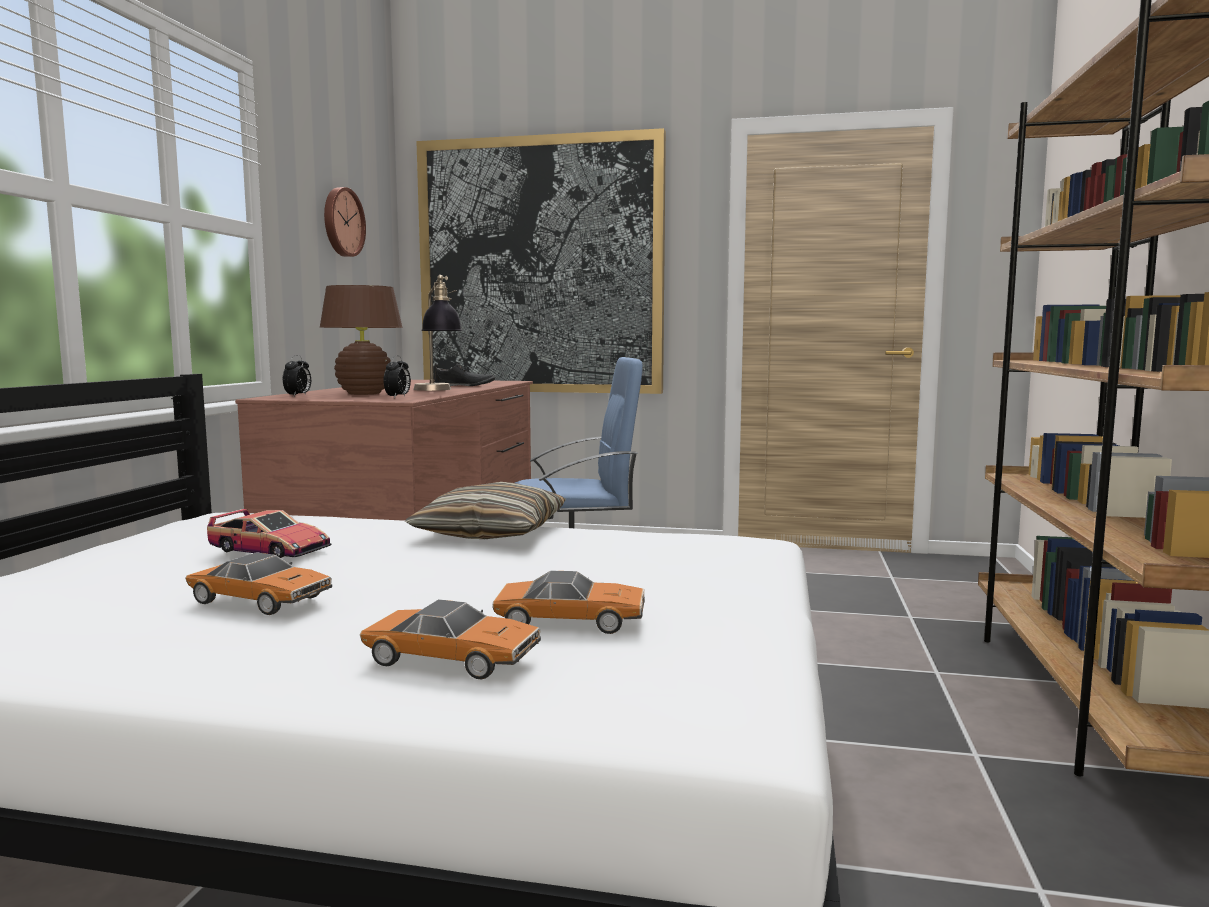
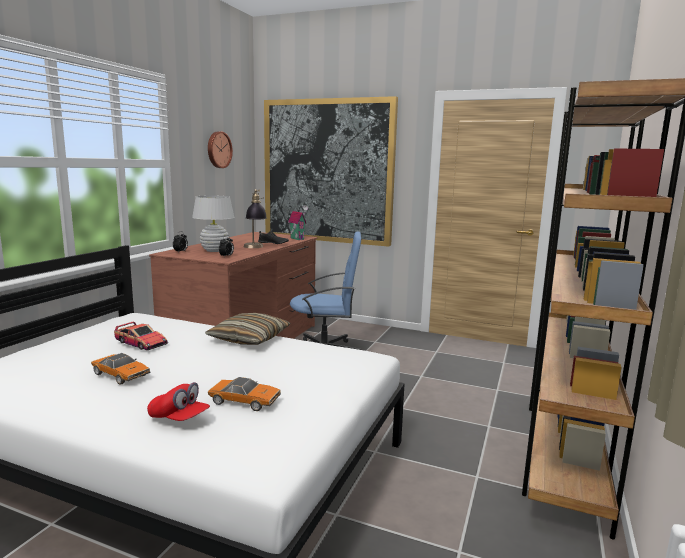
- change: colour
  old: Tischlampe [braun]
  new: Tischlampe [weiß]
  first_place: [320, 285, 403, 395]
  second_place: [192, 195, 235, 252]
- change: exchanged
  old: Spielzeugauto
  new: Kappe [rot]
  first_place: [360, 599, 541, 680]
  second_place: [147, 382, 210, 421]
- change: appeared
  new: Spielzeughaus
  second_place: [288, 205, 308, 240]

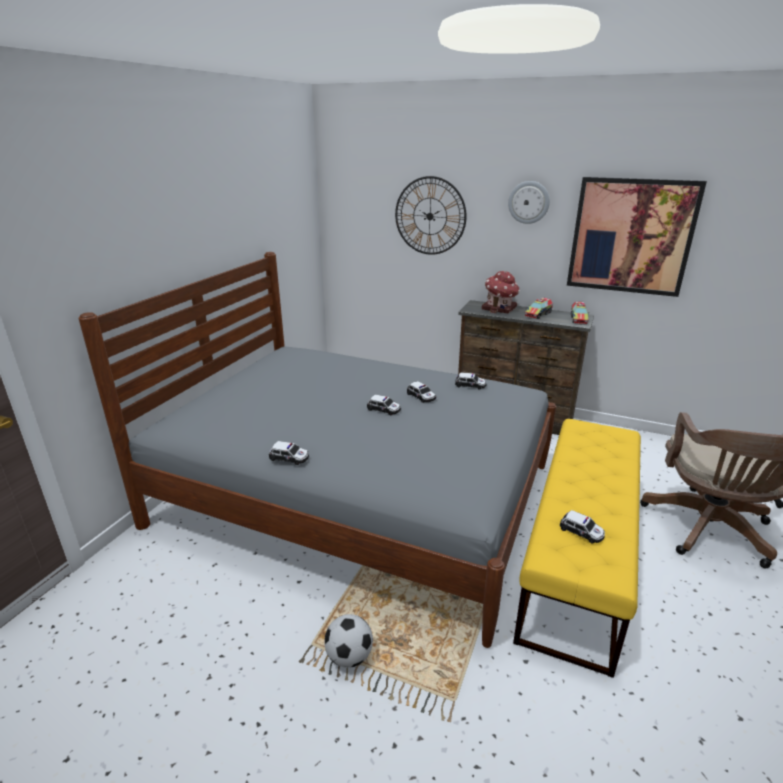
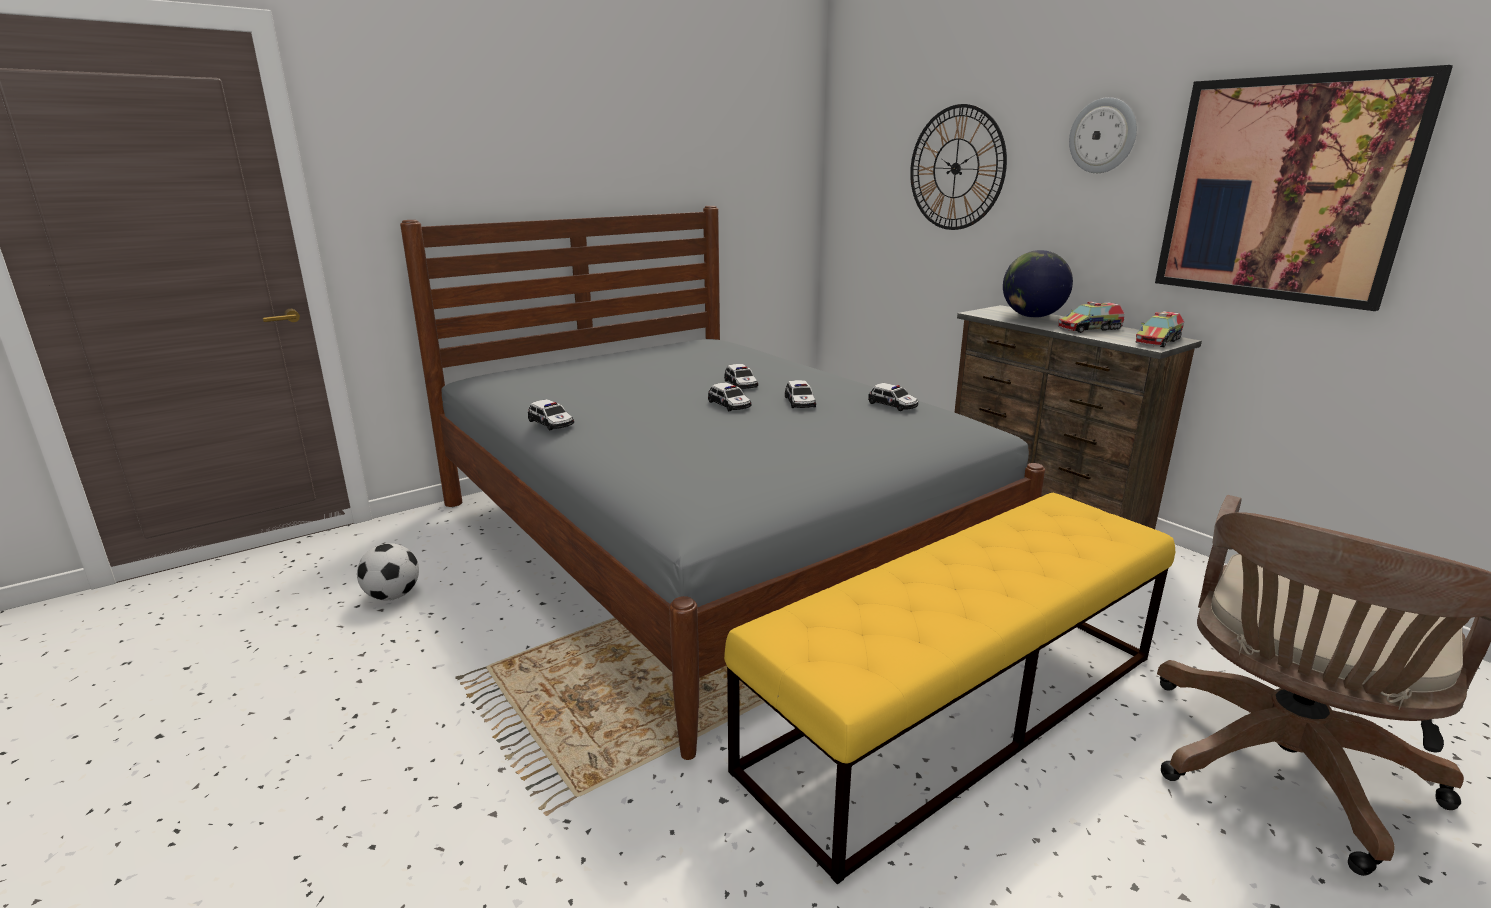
- change: relocated
  old: Fußball
  first_place: [324, 614, 373, 668]
  second_place: [357, 543, 419, 600]
- change: exchanged
  old: Spielzeughaus
  new: Globus
  first_place: [482, 271, 520, 314]
  second_place: [1003, 250, 1073, 318]
- change: relocated
  old: Spielzeugauto
  first_place: [560, 510, 605, 543]
  second_place: [724, 364, 758, 389]

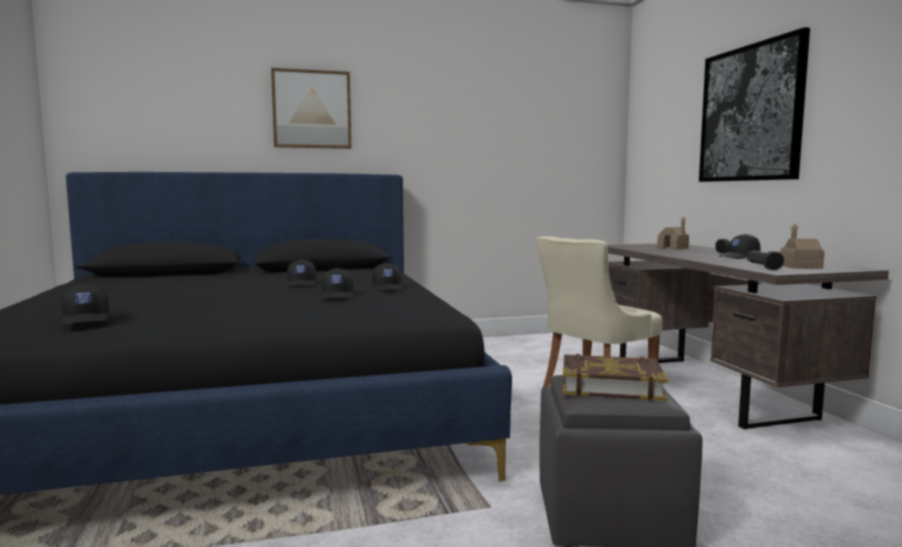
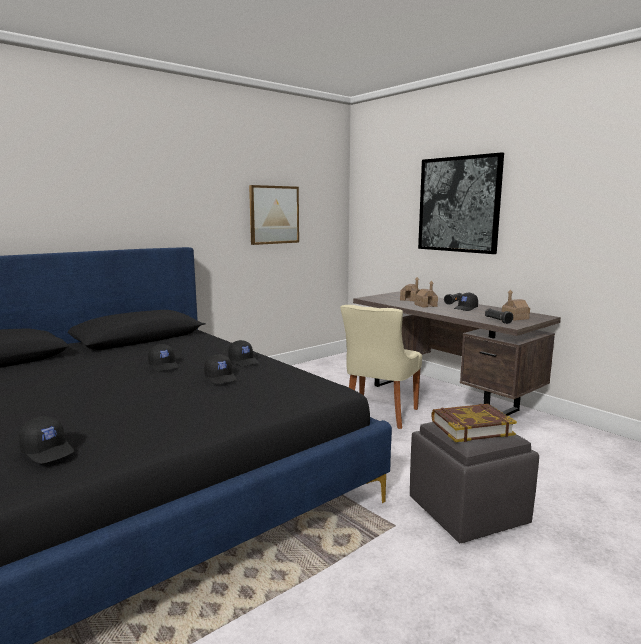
- change: relocated
  old: Bild
  first_place: [271, 68, 351, 149]
  second_place: [249, 185, 299, 245]
- change: appeared
  new: Spielzeughaus
  second_place: [415, 281, 438, 308]

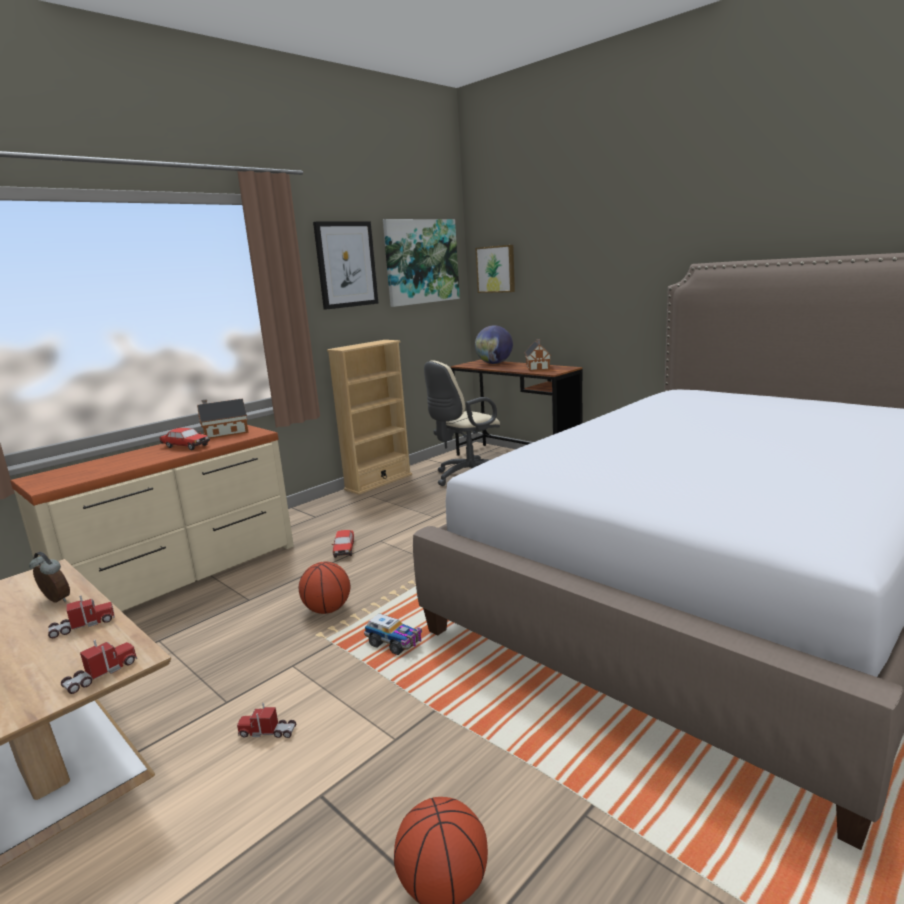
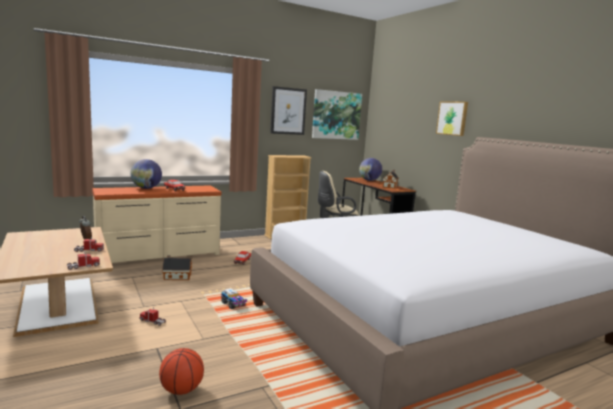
- change: relocated
  old: Spielzeughaus
  first_place: [197, 399, 248, 439]
  second_place: [162, 255, 192, 280]
- change: missing
  old: Basketball
  first_place: [299, 561, 350, 614]
- change: relocated
  old: Bild
  first_place: [476, 245, 515, 293]
  second_place: [436, 102, 468, 136]
- change: appeared
  new: Globus
  second_place: [131, 159, 162, 189]

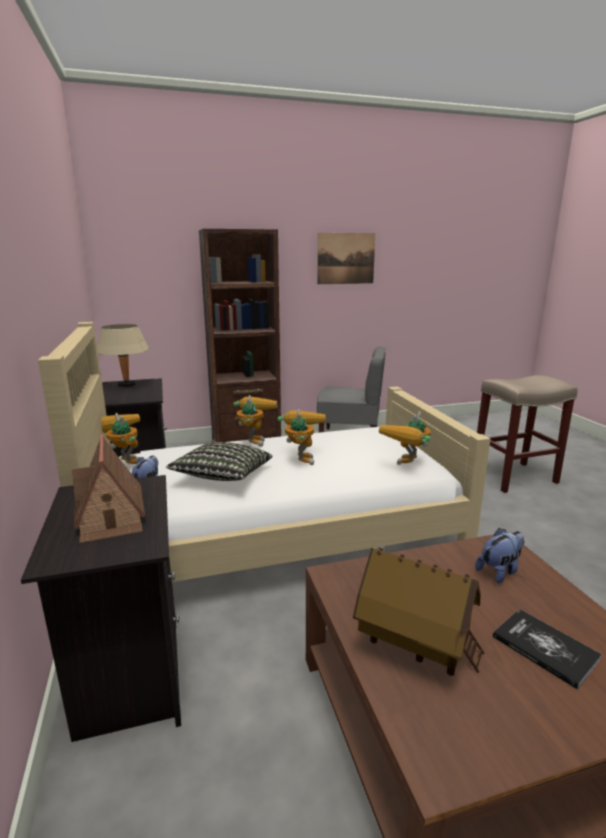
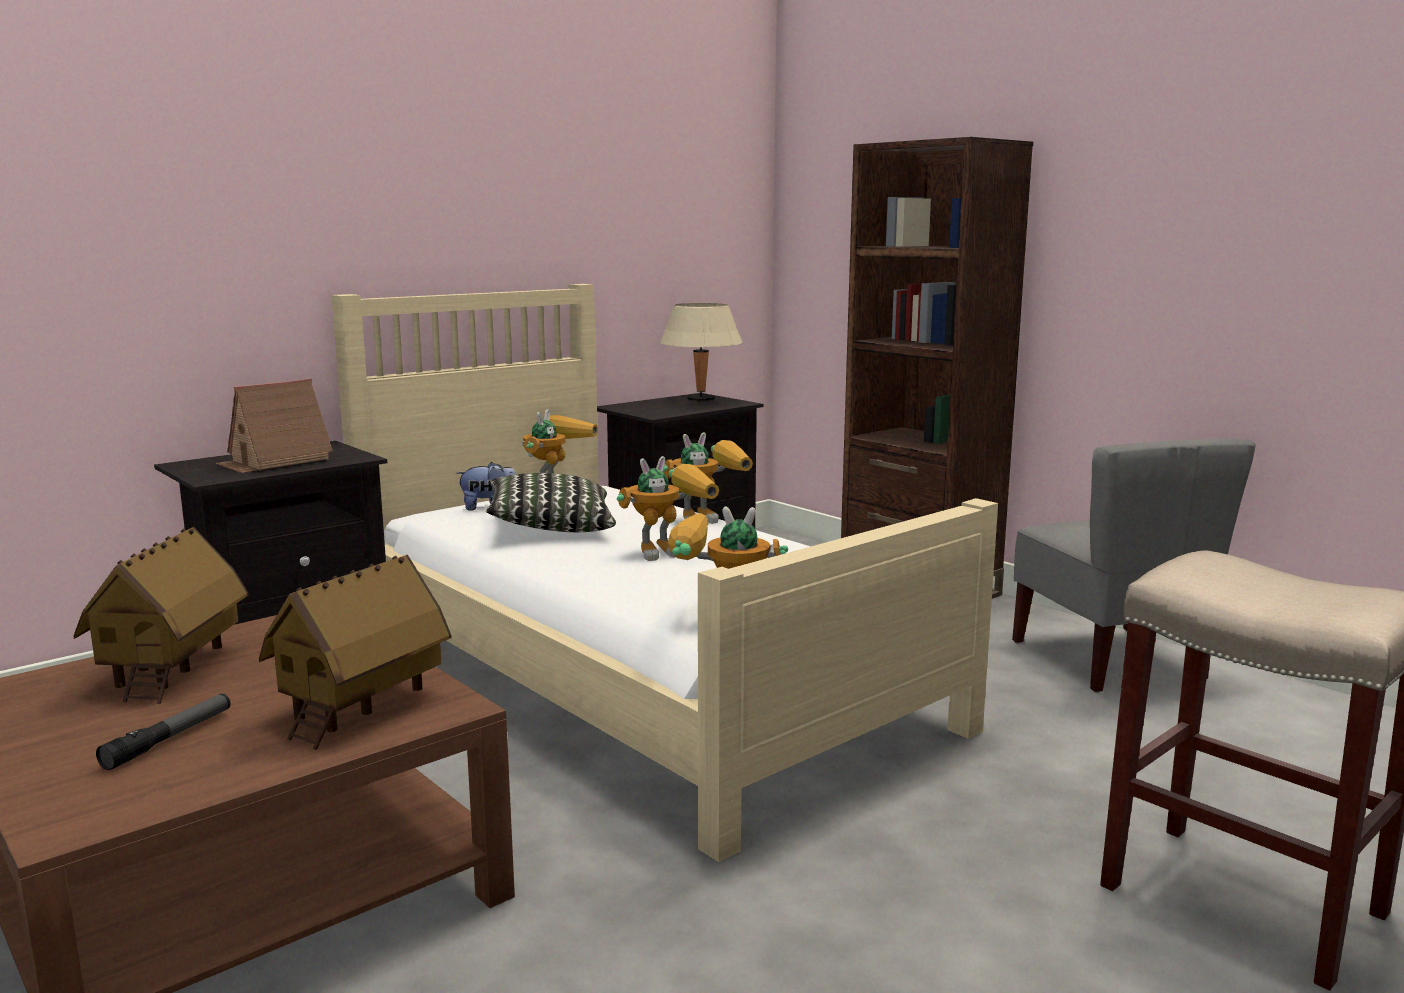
- change: missing
  old: Bild
  first_place: [317, 233, 375, 284]
- change: exchanged
  old: Plüschtier
  new: Spielzeughaus
  first_place: [475, 528, 524, 584]
  second_place: [259, 555, 451, 750]
- change: exchanged
  old: Buch
  new: Taschenlampe
  first_place: [493, 609, 602, 689]
  second_place: [96, 694, 230, 770]

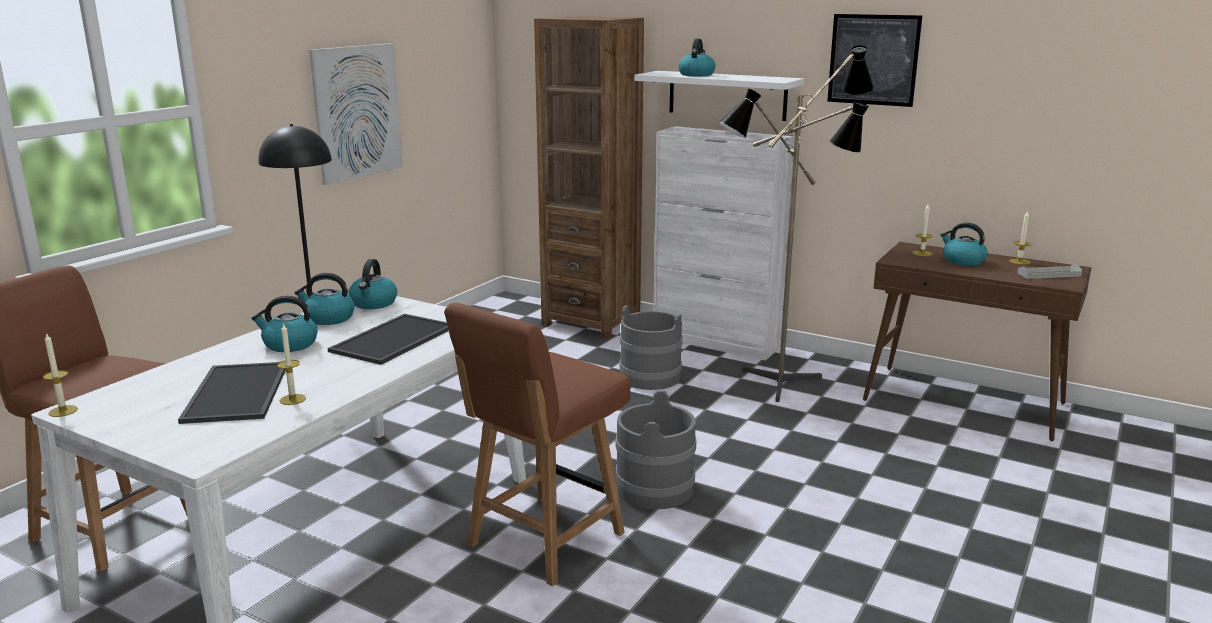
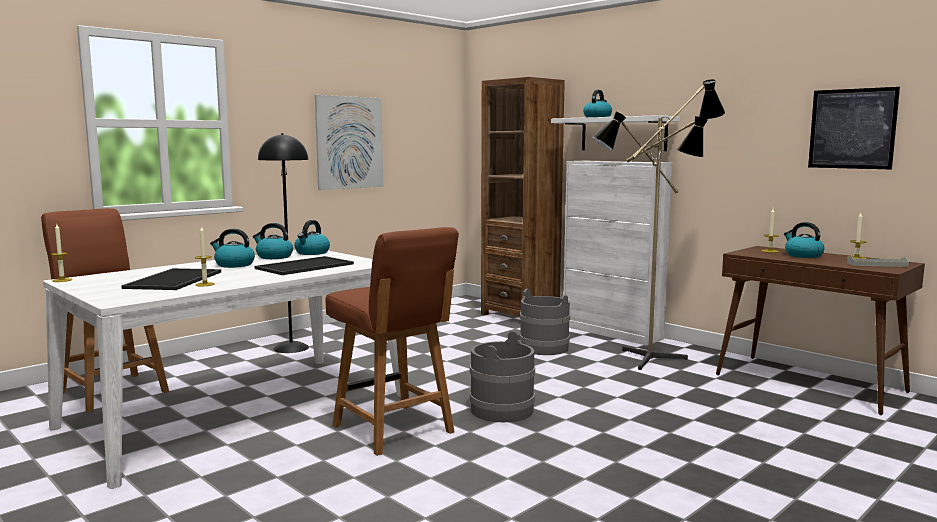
- change: spun
  old: Stuhl [braun]
  first_place: [444, 303, 630, 586]
  second_place: [325, 227, 459, 456]
  degrees: -90
- change: relocated
  old: Bild
  first_place: [827, 14, 922, 107]
  second_place: [808, 87, 900, 169]

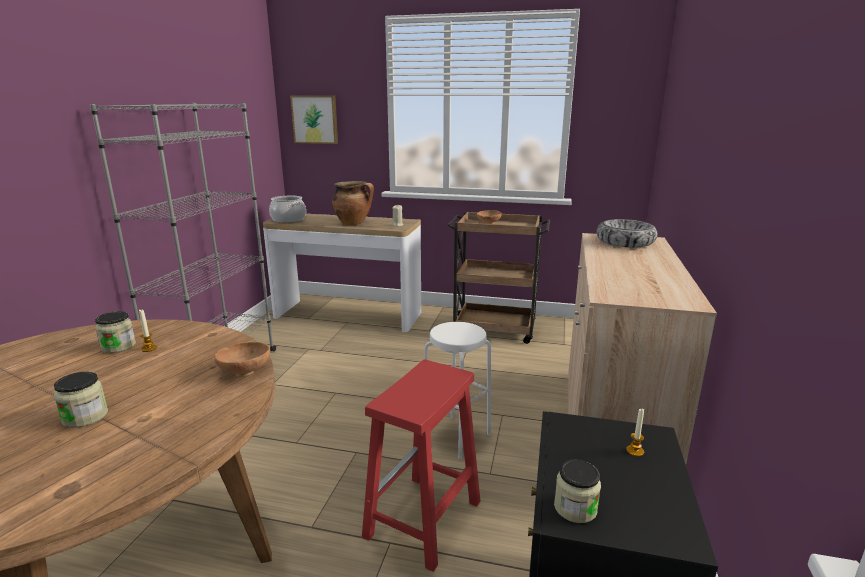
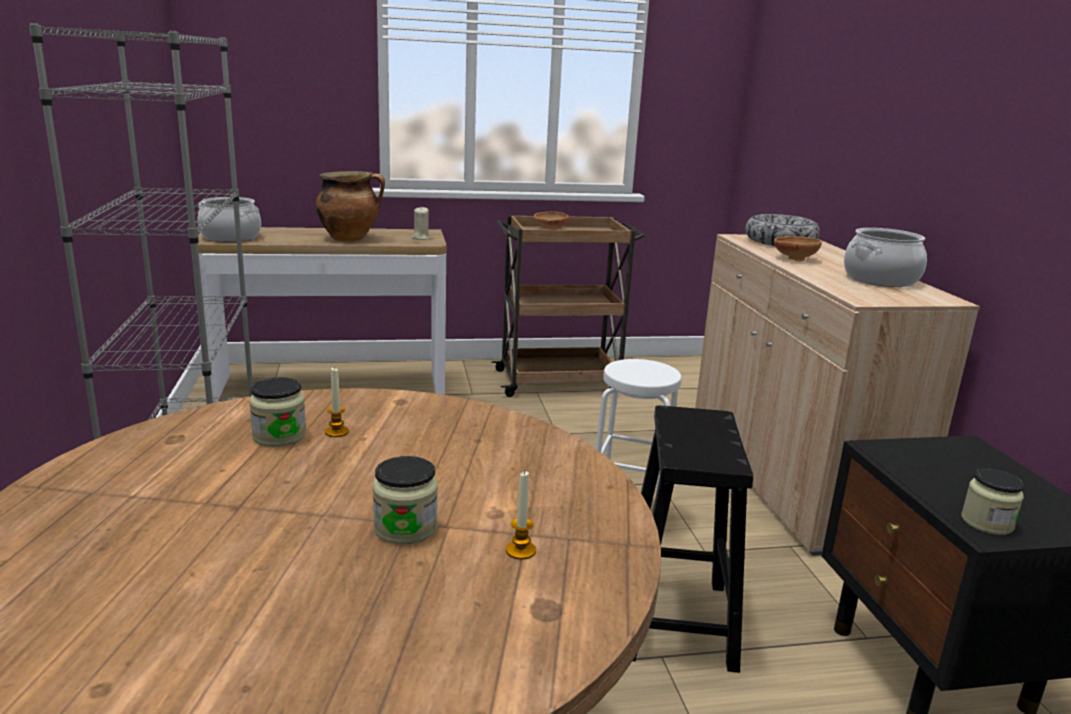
- change: relocated
  old: Schüssel [braun]
  first_place: [214, 341, 270, 377]
  second_place: [774, 236, 822, 261]
- change: missing
  old: Bild
  first_place: [290, 96, 338, 144]
- change: colour
  old: Hocker [rot]
  new: Hocker [schwarz]
  first_place: [362, 360, 480, 572]
  second_place: [633, 405, 753, 673]
- change: relocated
  old: Kerze
  first_place: [626, 408, 644, 457]
  second_place: [506, 471, 536, 560]
- change: appeared
  new: Kochtopf
  second_place: [844, 228, 927, 287]

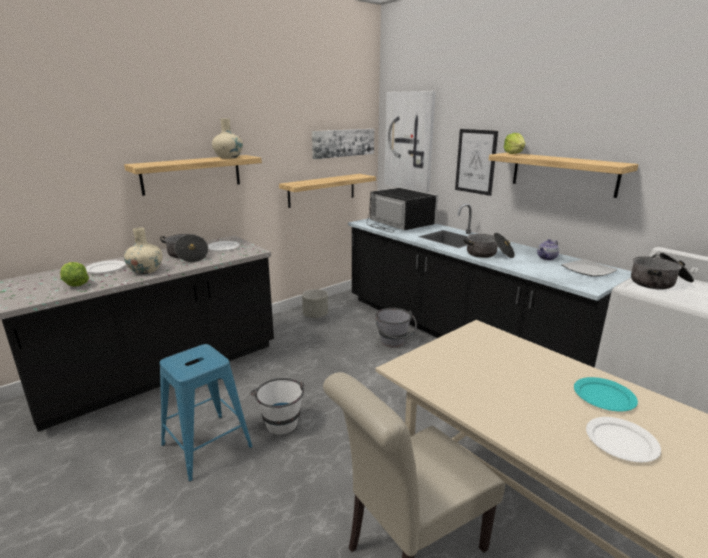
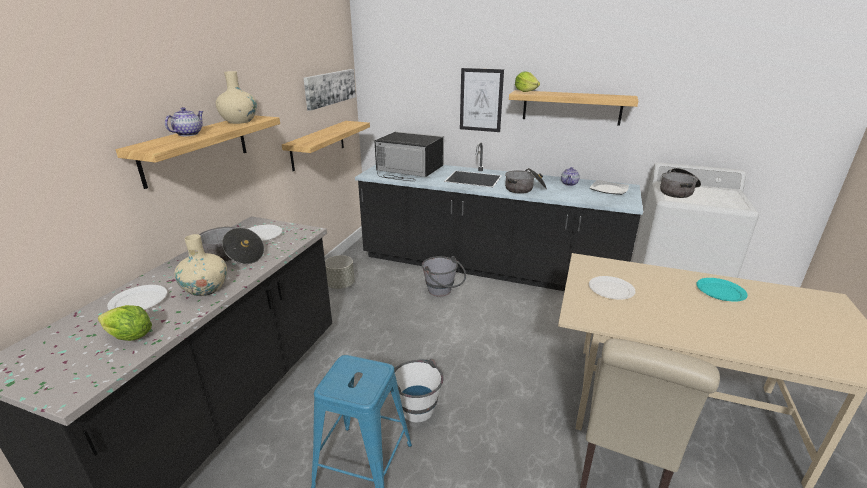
- change: missing
  old: Bild
  first_place: [384, 91, 436, 192]
- change: relocated
  old: Teller [weiß]
  first_place: [586, 417, 661, 462]
  second_place: [589, 276, 636, 300]
- change: appeared
  new: Teekanne
  second_place: [165, 107, 203, 136]

